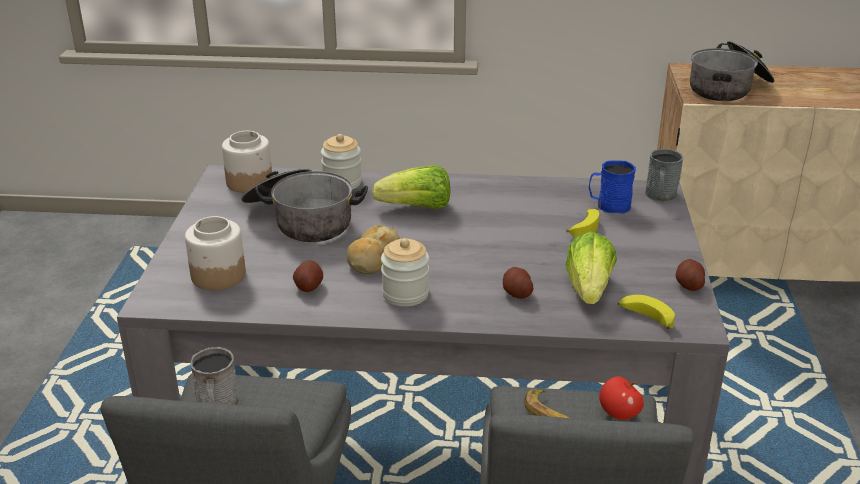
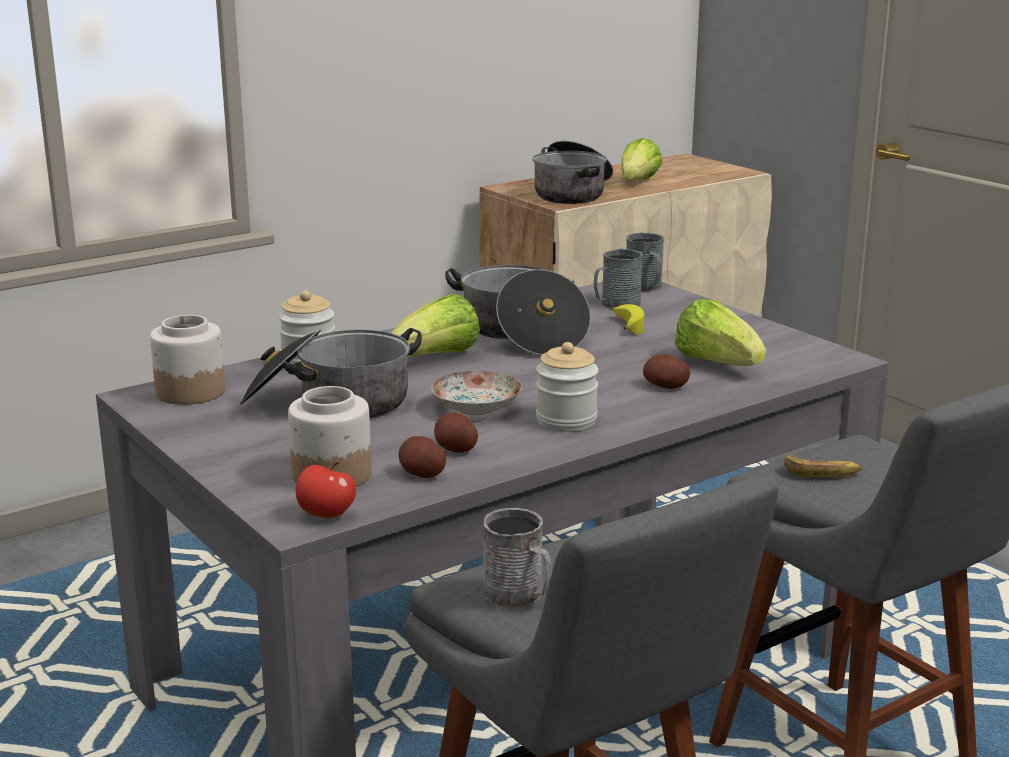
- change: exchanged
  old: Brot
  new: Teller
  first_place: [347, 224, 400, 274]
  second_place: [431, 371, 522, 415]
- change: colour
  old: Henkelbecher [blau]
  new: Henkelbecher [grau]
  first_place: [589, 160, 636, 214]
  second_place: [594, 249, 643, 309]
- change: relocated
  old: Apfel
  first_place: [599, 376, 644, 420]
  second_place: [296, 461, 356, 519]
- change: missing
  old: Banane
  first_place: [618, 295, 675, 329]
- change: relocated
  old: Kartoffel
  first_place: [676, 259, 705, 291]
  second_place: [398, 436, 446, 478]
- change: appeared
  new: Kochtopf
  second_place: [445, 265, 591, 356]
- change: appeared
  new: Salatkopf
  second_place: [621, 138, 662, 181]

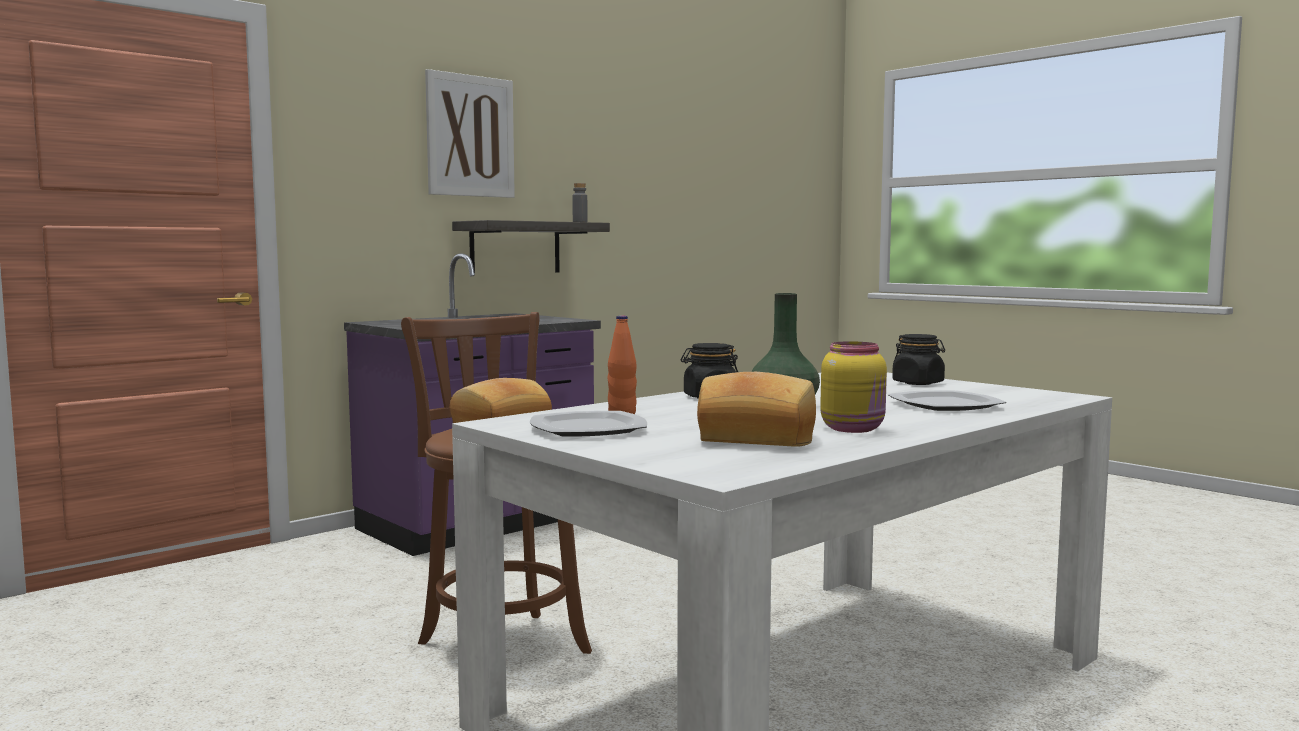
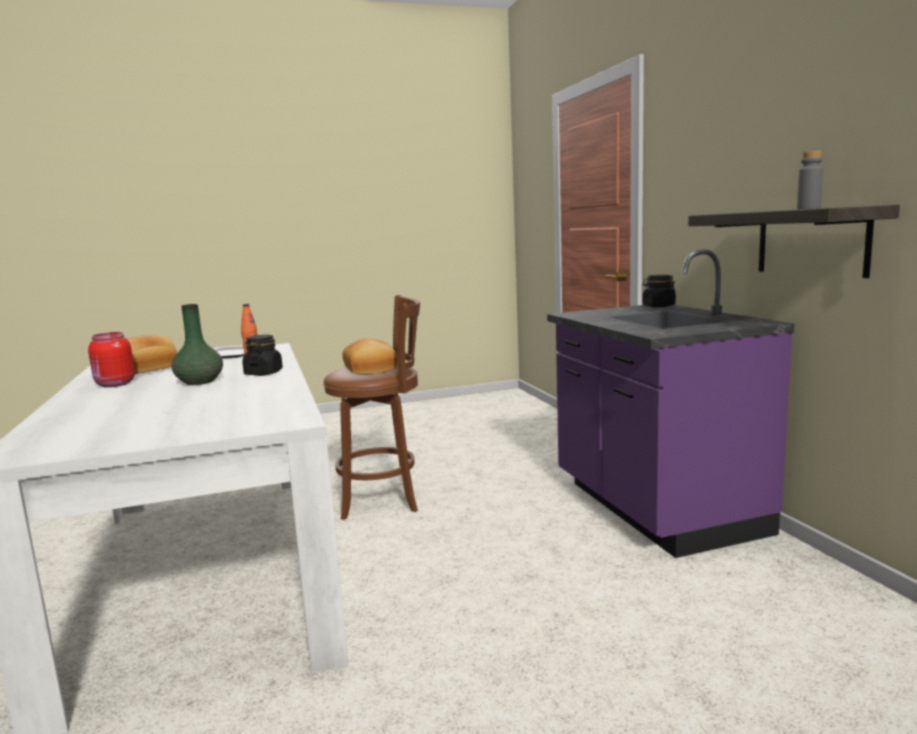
- change: missing
  old: Bild
  first_place: [425, 69, 515, 198]
- change: colour
  old: Vorratsglas [gelb]
  new: Vorratsglas [rot]
  first_place: [820, 341, 887, 433]
  second_place: [88, 332, 135, 387]
- change: missing
  old: Teller
  first_place: [888, 390, 1006, 411]
- change: relocated
  old: Vorratsglas [schwarz]
  first_place: [892, 334, 945, 385]
  second_place: [642, 275, 676, 307]

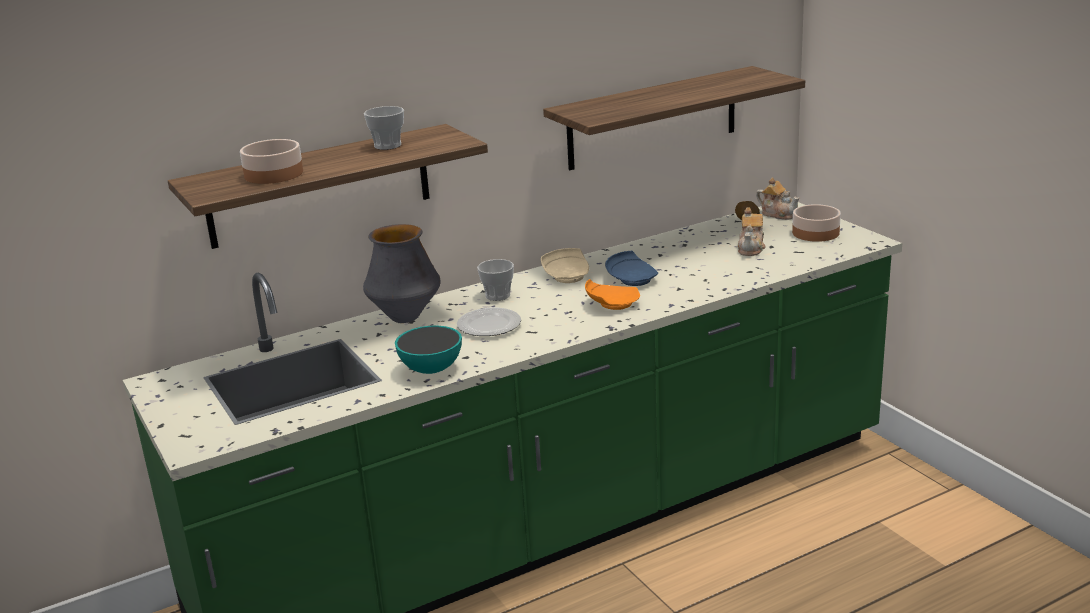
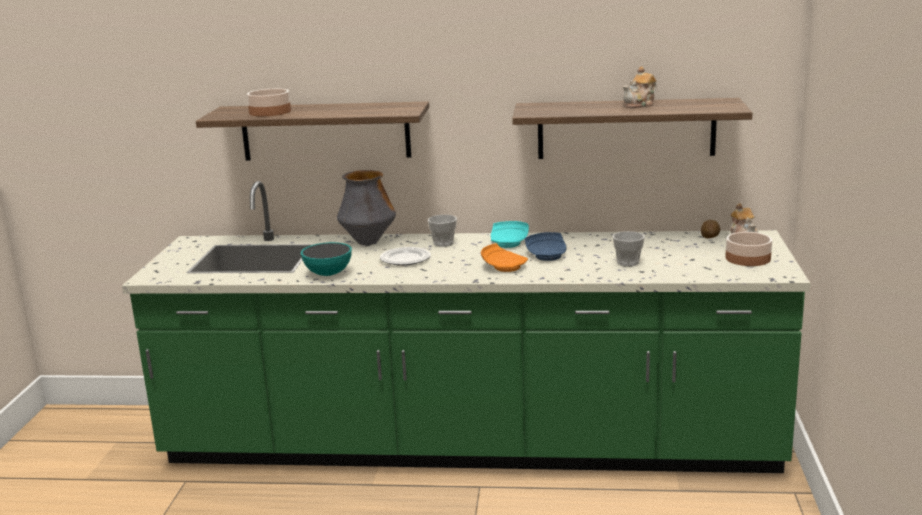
- change: relocated
  old: Tasse
  first_place: [364, 106, 404, 150]
  second_place: [612, 231, 645, 267]
- change: colour
  old: Teller [beige]
  new: Teller [türkis]
  first_place: [541, 248, 589, 283]
  second_place: [491, 221, 529, 248]
- change: relocated
  old: Teekanne
  first_place: [738, 207, 766, 256]
  second_place: [623, 67, 657, 108]

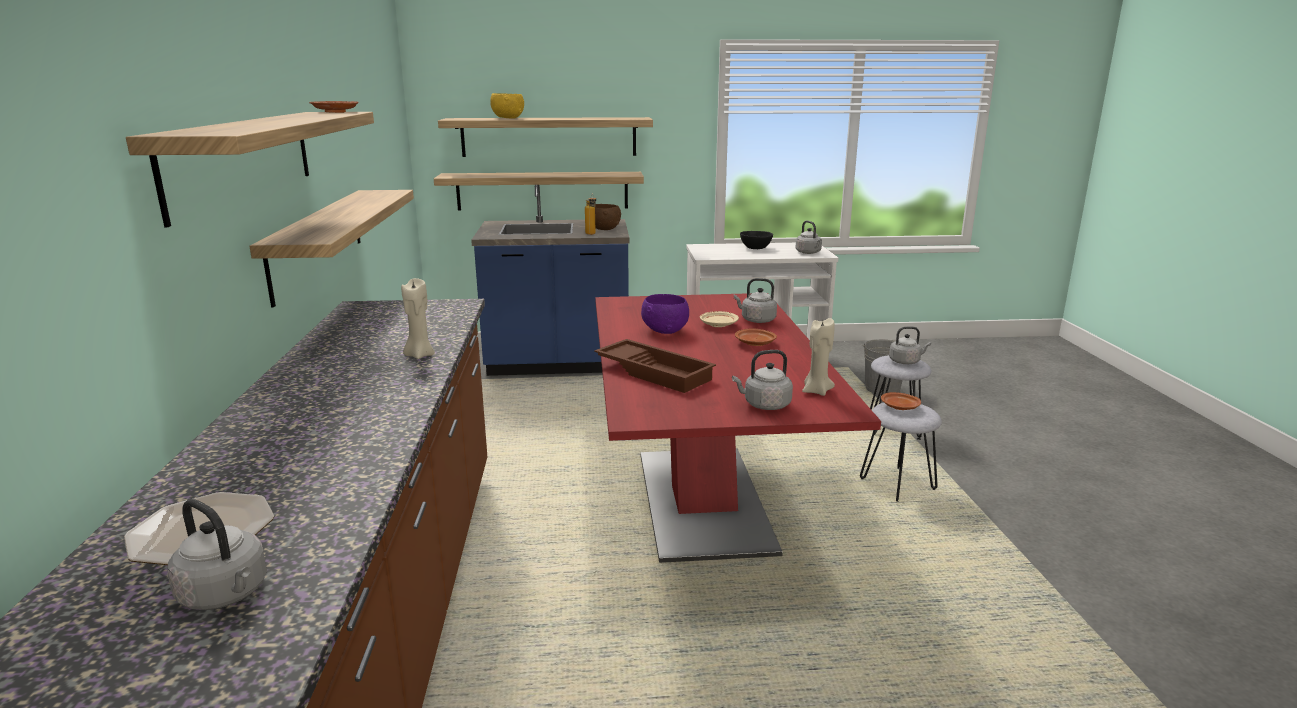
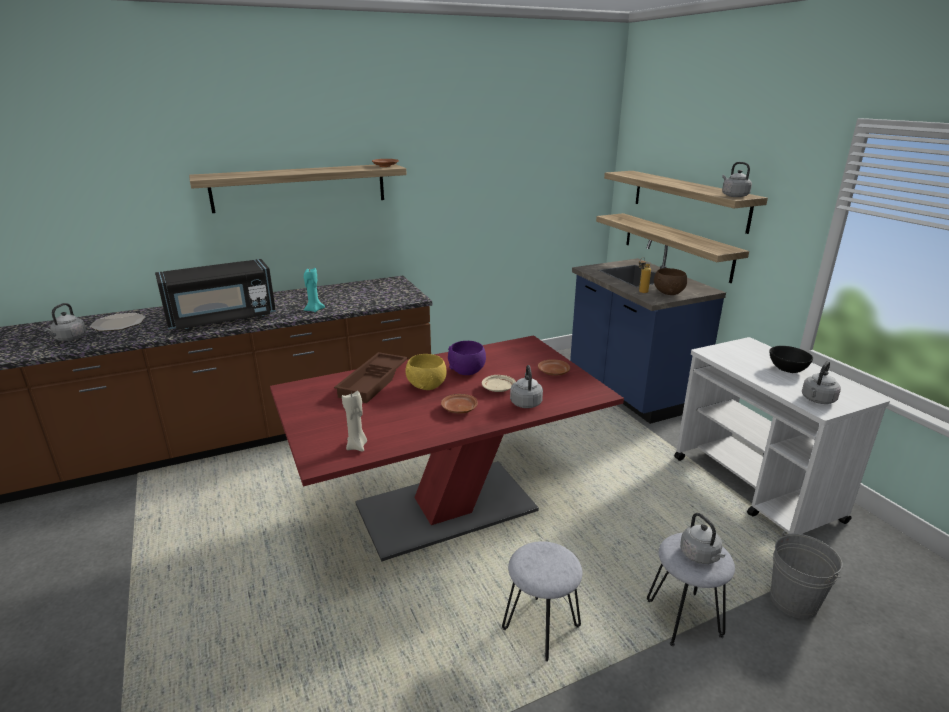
- change: missing
  old: Wandregal
  first_place: [249, 190, 414, 308]
- change: colour
  old: Kerze [beige]
  new: Kerze [türkis]
  first_place: [401, 278, 435, 359]
  second_place: [304, 268, 325, 312]
- change: relocated
  old: Schüssel [gelb]
  first_place: [490, 93, 524, 119]
  second_place: [405, 354, 447, 390]
- change: relocated
  old: Wasserkessel [grau]
  first_place: [732, 350, 793, 410]
  second_place: [722, 162, 752, 197]
- change: relocated
  old: Teller [braun]
  first_place: [881, 392, 921, 410]
  second_place: [538, 360, 570, 376]
- change: appeared
  new: Mikrowelle [schwarz]
  second_place: [155, 259, 276, 330]

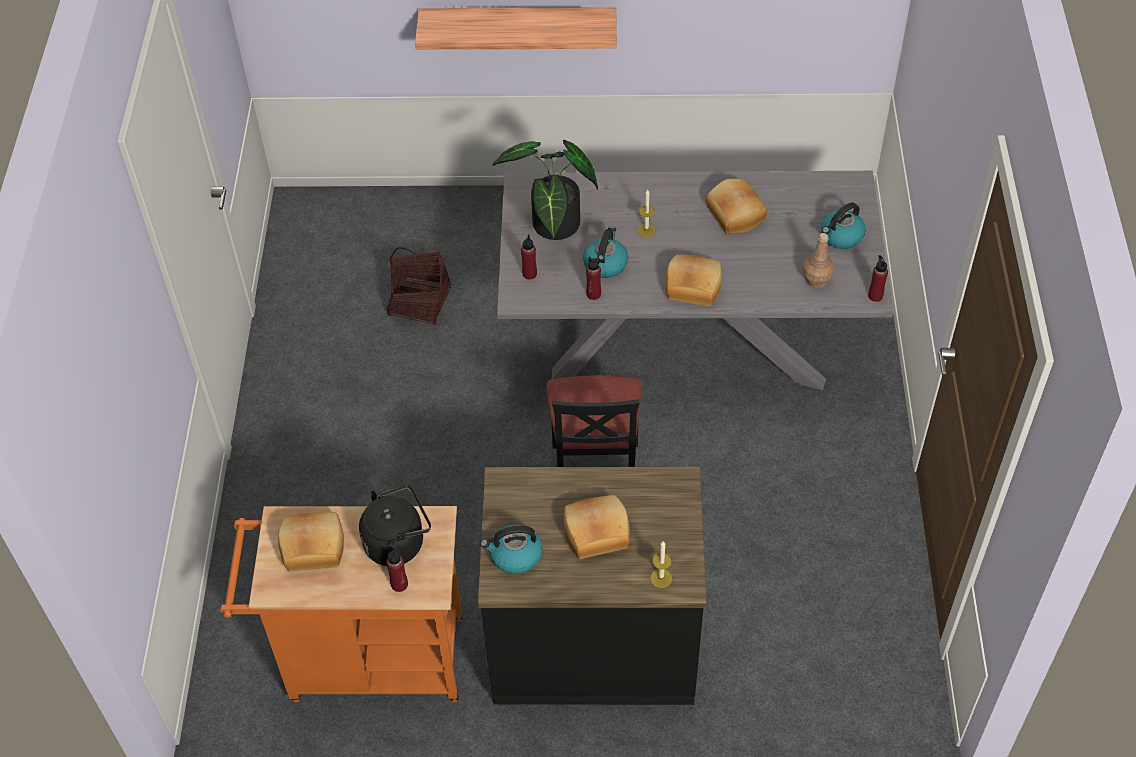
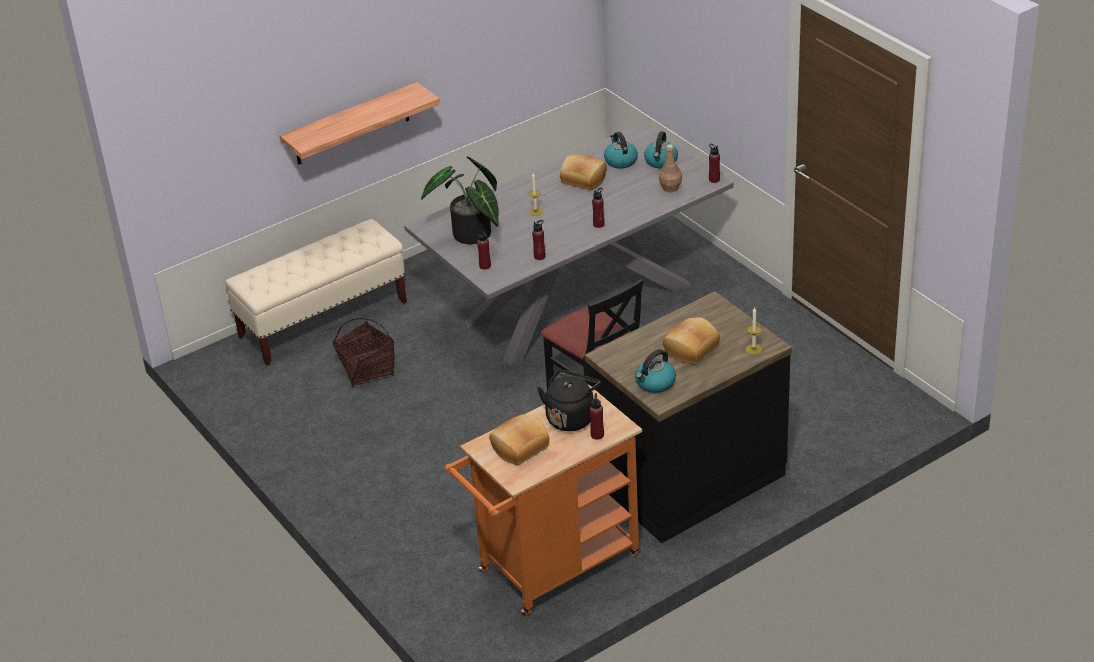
- change: relocated
  old: Wasserkessel
  first_place: [583, 226, 628, 278]
  second_place: [604, 132, 638, 169]
- change: exchanged
  old: Brot
  new: Flasche [rot]
  first_place: [666, 254, 722, 306]
  second_place: [592, 188, 605, 228]
- change: appeared
  new: Bank [beige]
  second_place: [225, 219, 407, 365]

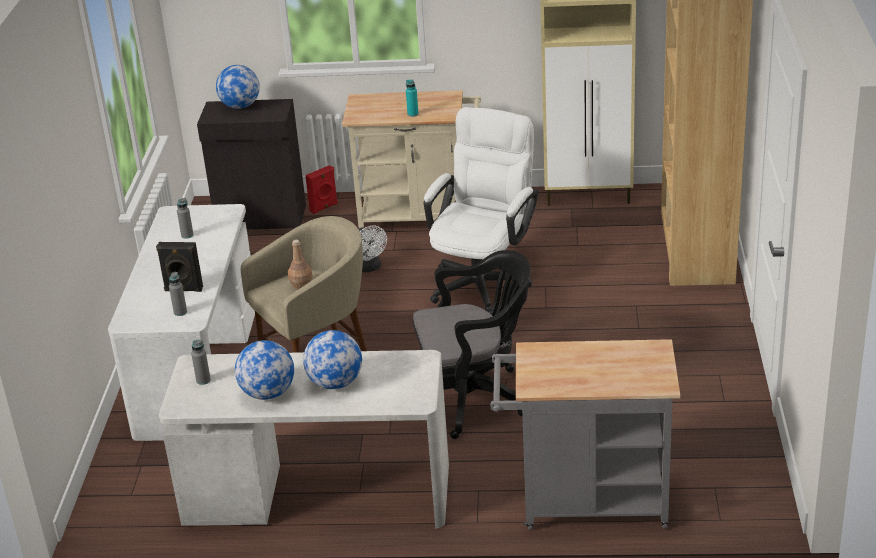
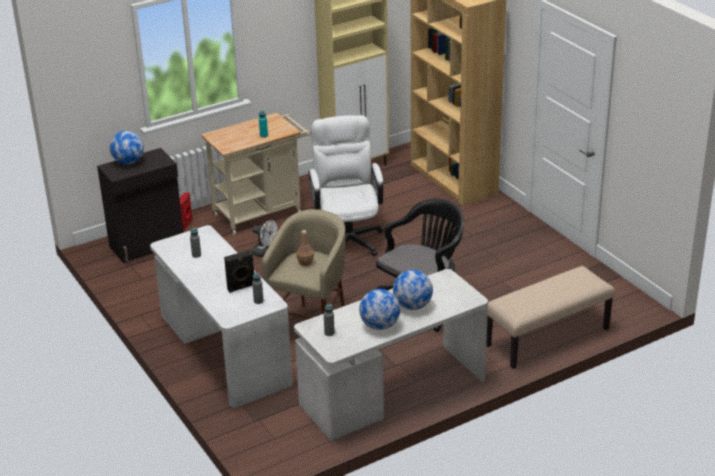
- change: exchanged
  old: Rollwagen [grau]
  new: Bank [beige]
  first_place: [491, 339, 680, 530]
  second_place: [486, 266, 615, 369]

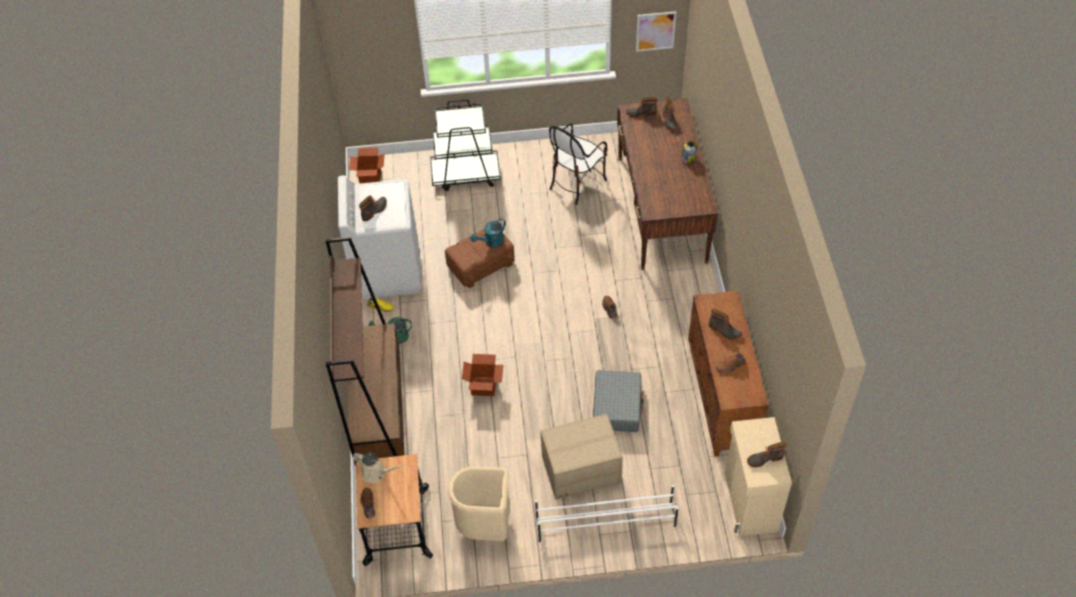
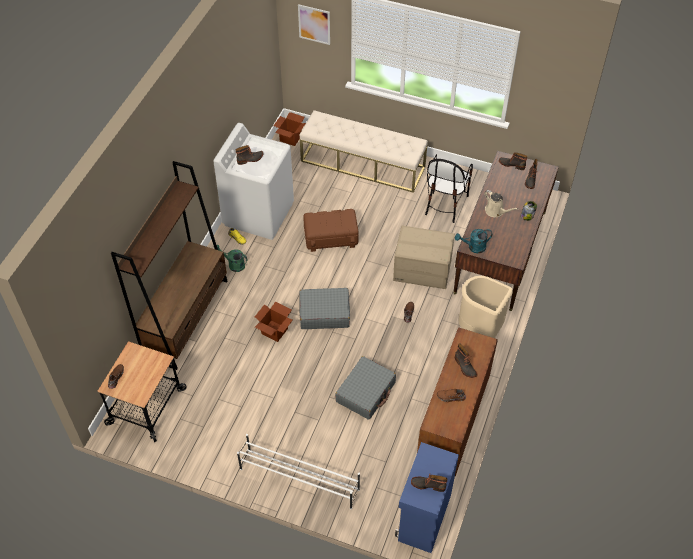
- change: relocated
  old: Gießkanne [beige]
  first_place: [352, 452, 403, 483]
  second_place: [484, 190, 518, 217]
- change: exchanged
  old: Rollwagen [schwarz]
  new: Bank [beige]
  first_place: [430, 99, 501, 191]
  second_place: [300, 110, 428, 193]
- change: relocated
  old: Mülleimer [beige]
  first_place: [447, 467, 510, 541]
  second_place: [459, 276, 513, 338]
- change: relocated
  old: Gießkanne [türkis]
  first_place: [471, 218, 506, 248]
  second_place: [455, 229, 492, 253]
- change: relocated
  old: Karton
  first_place: [540, 414, 623, 500]
  second_place: [393, 226, 455, 289]
- change: spun
  old: Stuhl
  first_place: [549, 124, 607, 205]
  second_place: [425, 154, 473, 223]
  degrees: -45
- change: relocated
  old: Bild
  first_place: [636, 11, 676, 52]
  second_place: [298, 4, 330, 45]
- change: colour
  old: Schrank [beige]
  new: Schrank [blau]
  first_place: [725, 417, 792, 536]
  second_place: [395, 442, 459, 553]
- change: appeared
  new: Koffer [grau]
  second_place: [299, 288, 350, 329]

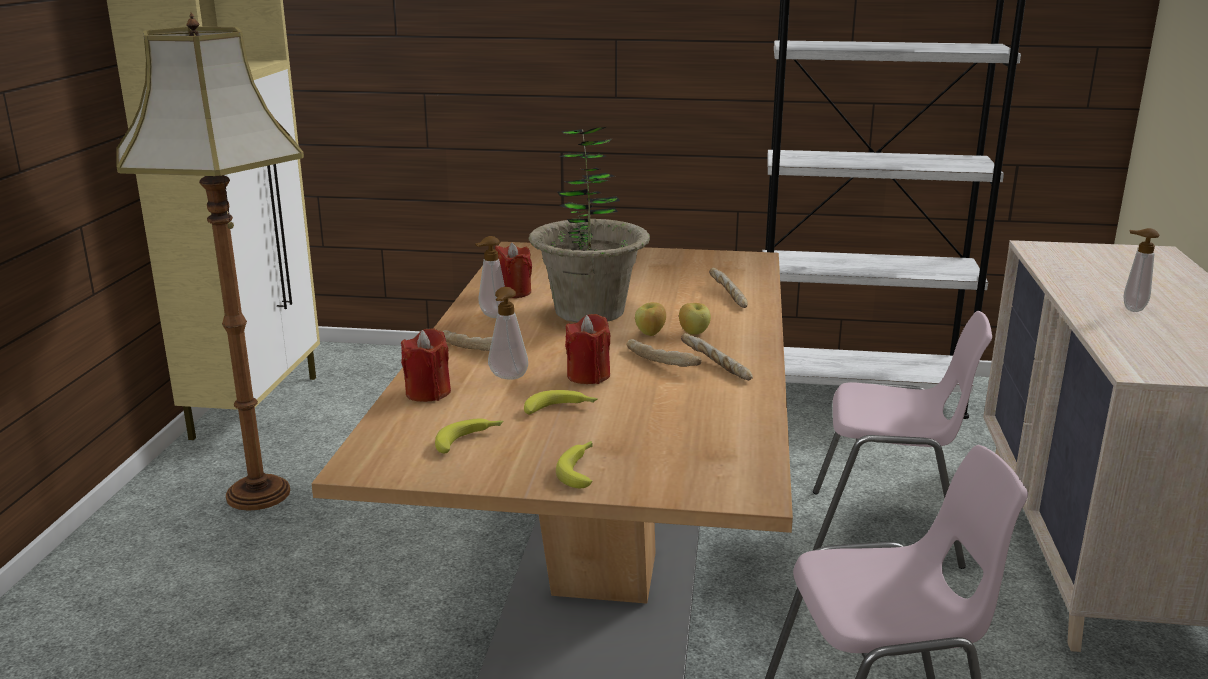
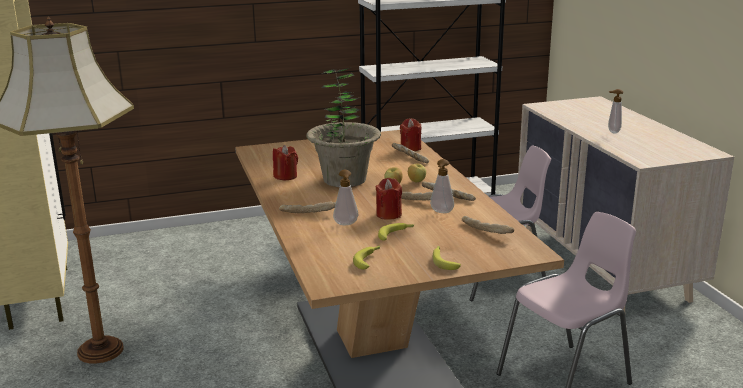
- change: relocated
  old: Kerze [rot]
  first_place: [401, 328, 451, 402]
  second_place: [400, 118, 421, 151]
- change: relocated
  old: Seifenspender
  first_place: [475, 236, 505, 318]
  second_place: [430, 159, 454, 213]
- change: appeared
  new: Brot
  second_place: [462, 216, 514, 234]

